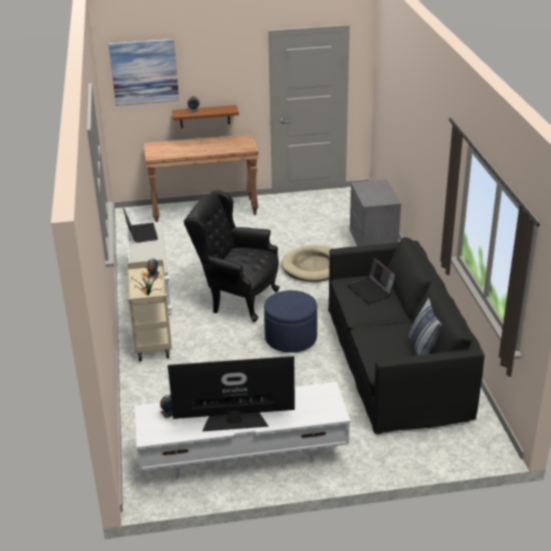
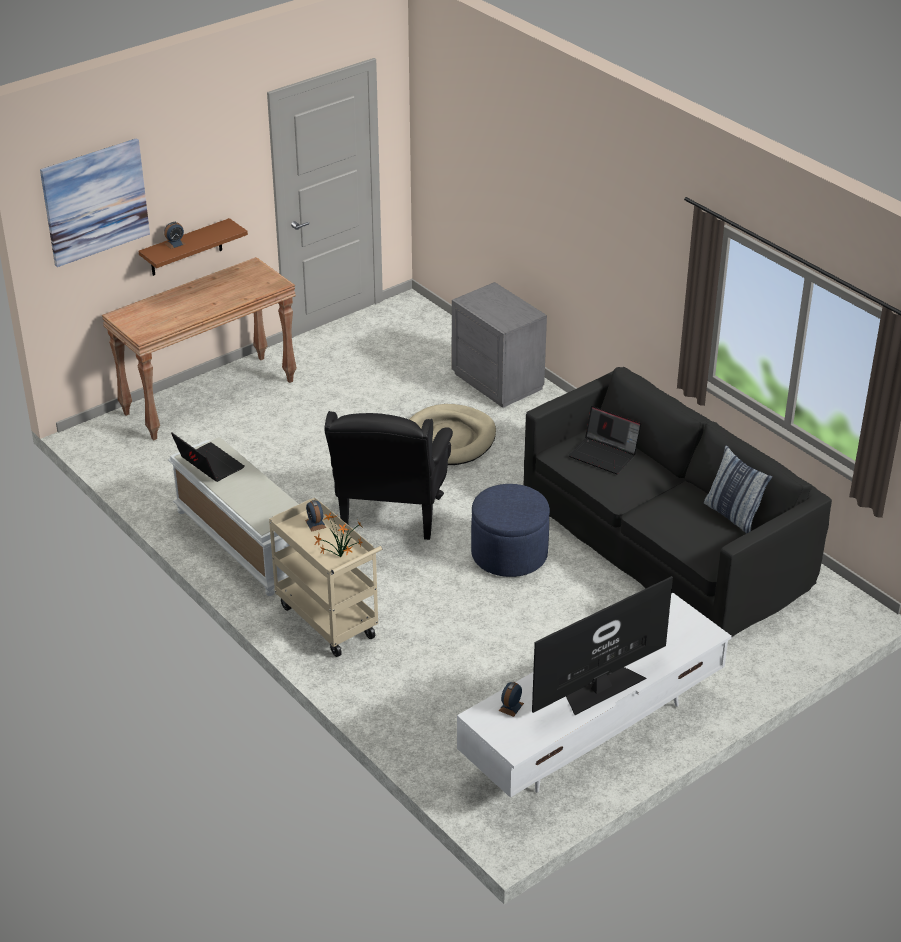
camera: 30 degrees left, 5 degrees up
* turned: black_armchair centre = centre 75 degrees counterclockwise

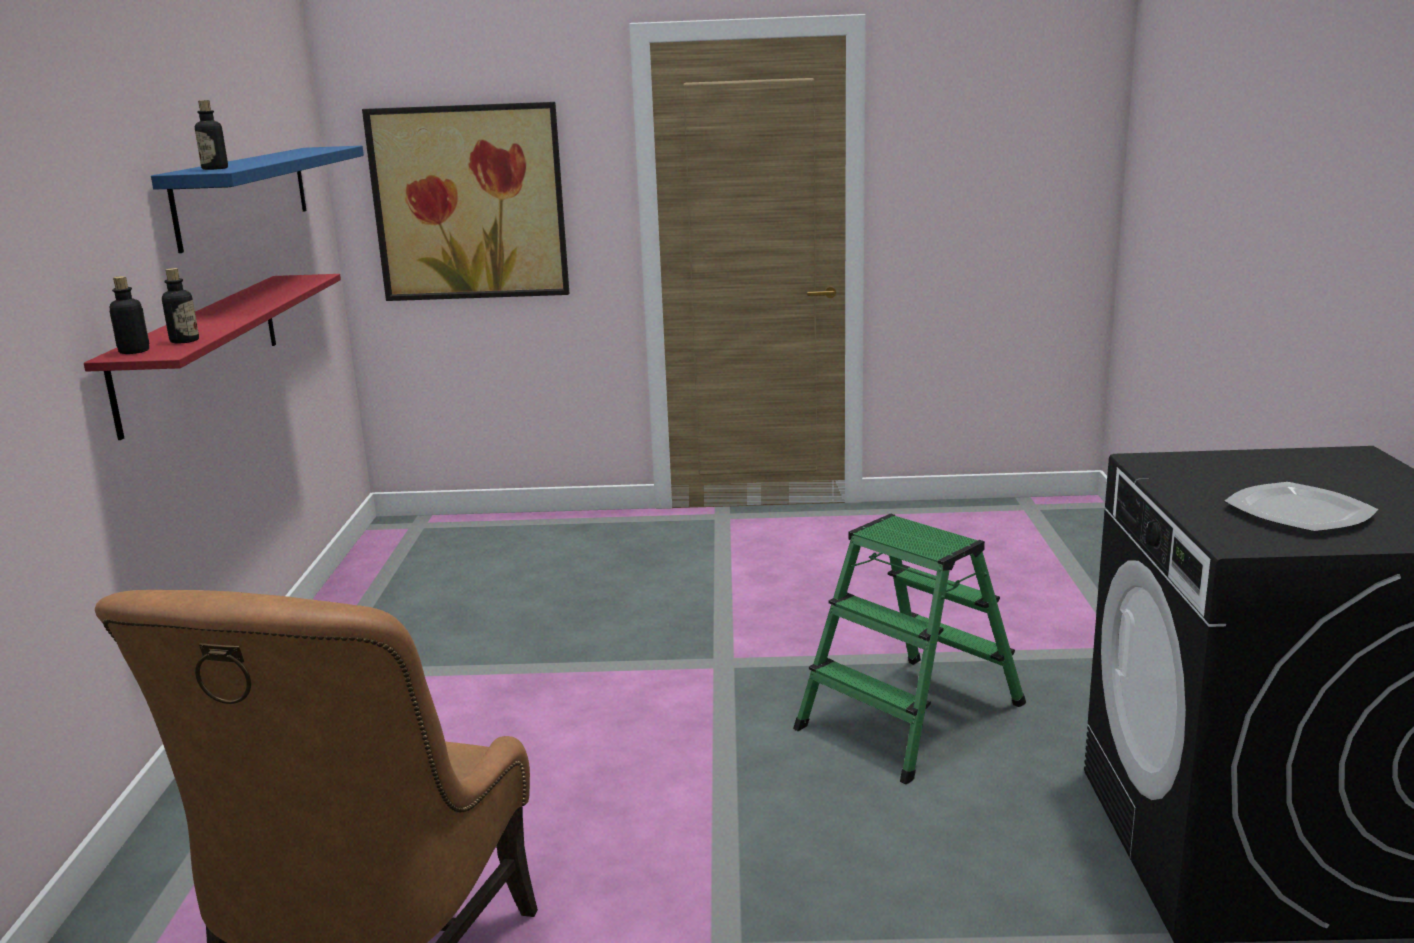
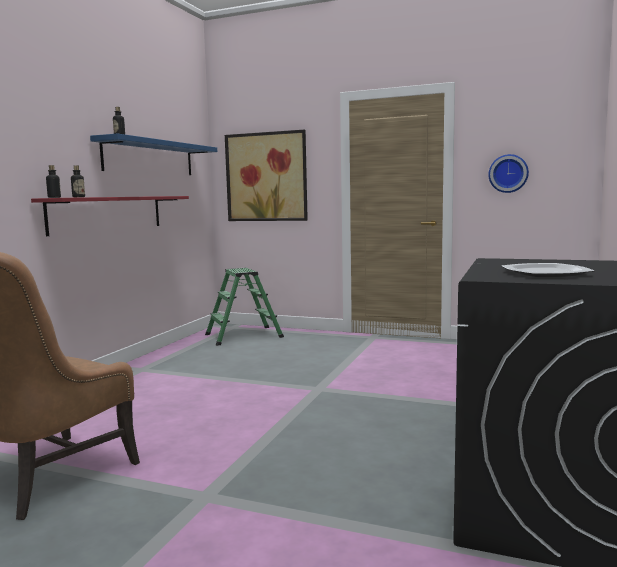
camera: 20 degrees right, 10 degrees down
* moved: green_step_ladder bottom centre to centre
* added: wall_clock top right

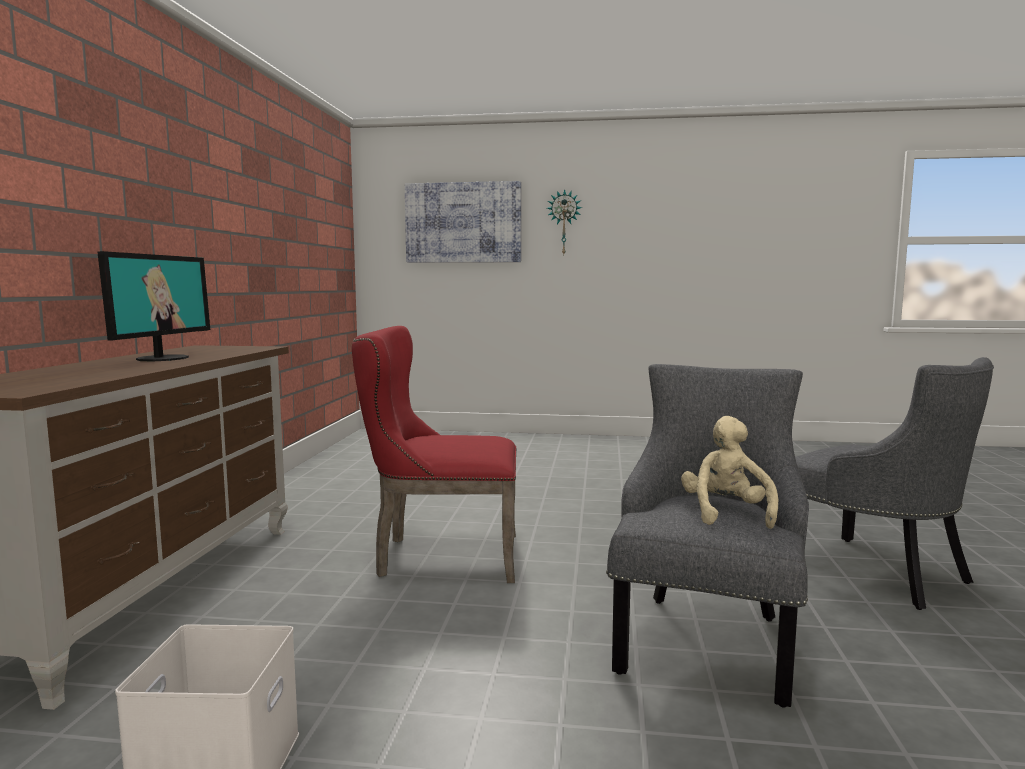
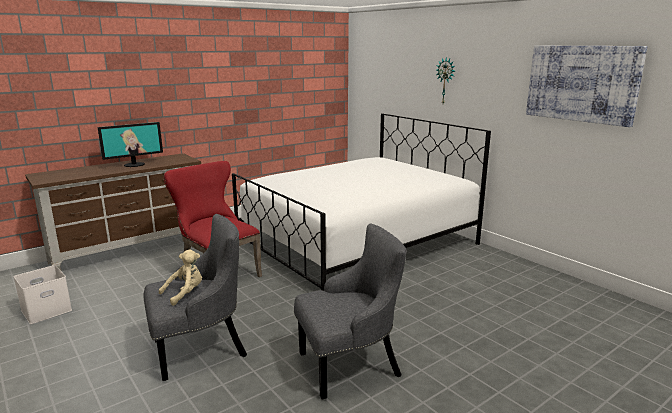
camera: 45 degrees right, 10 degrees up
* moved: picture top centre to top right
* turned: grey_armchair (2nd from left) middle right = bottom centre 120 degrees counterclockwise
* added: white_bed centre

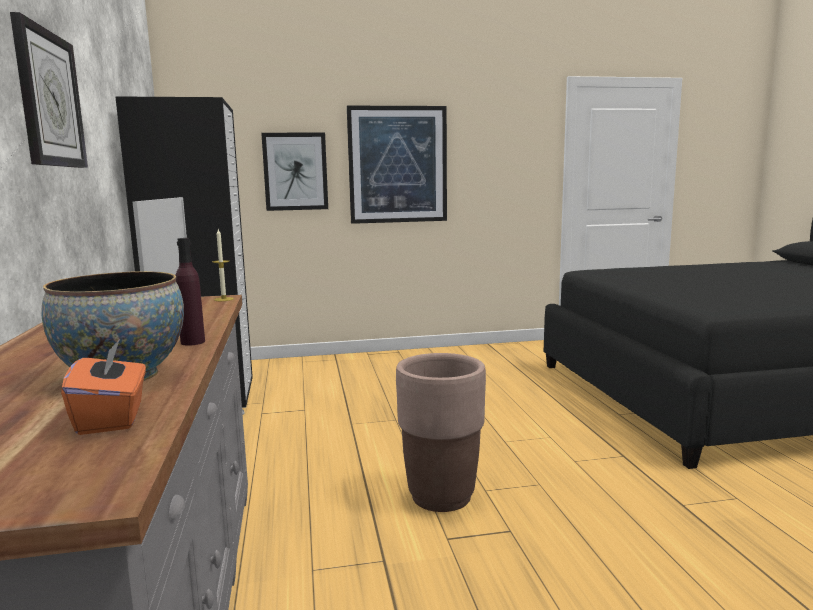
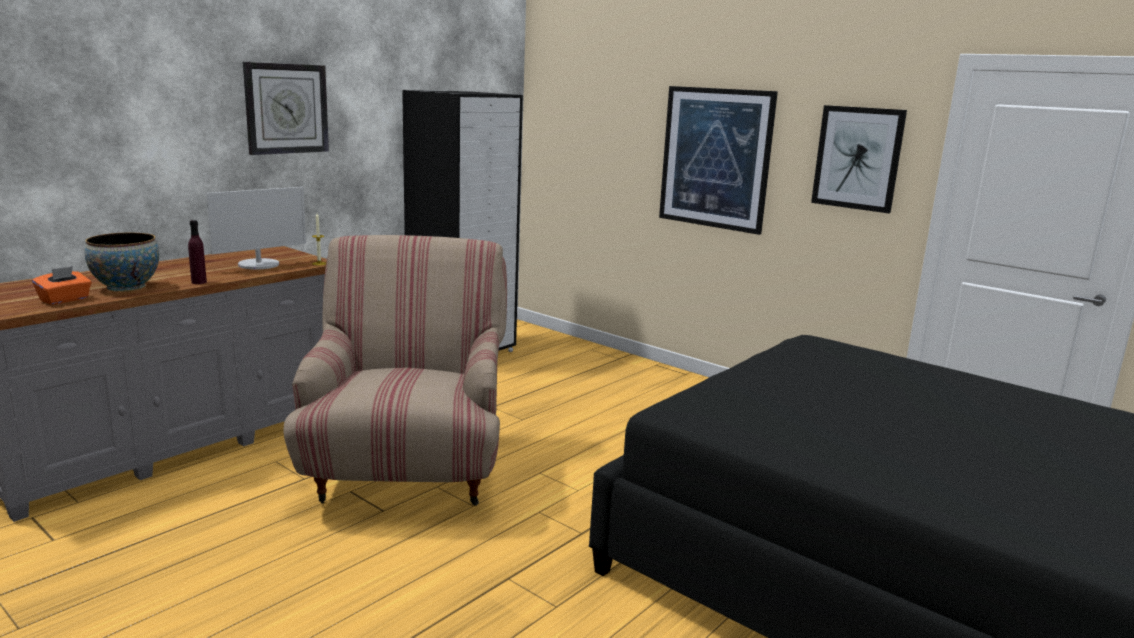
camera: 50 degrees right, 5 degrees up
* moved: picture (1st from left in the first image) top centre to picture (2nd from left) top right
* replaced: brown_planter bottom centre to beige_armchair centre

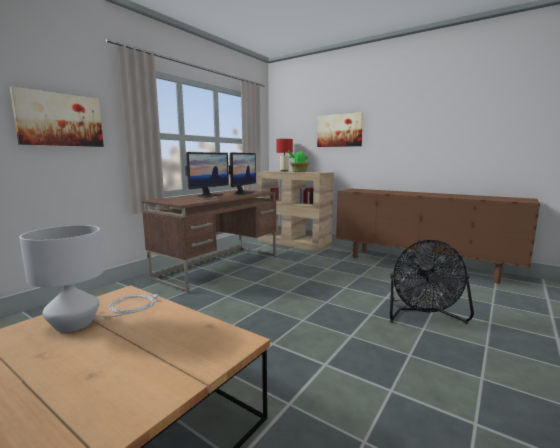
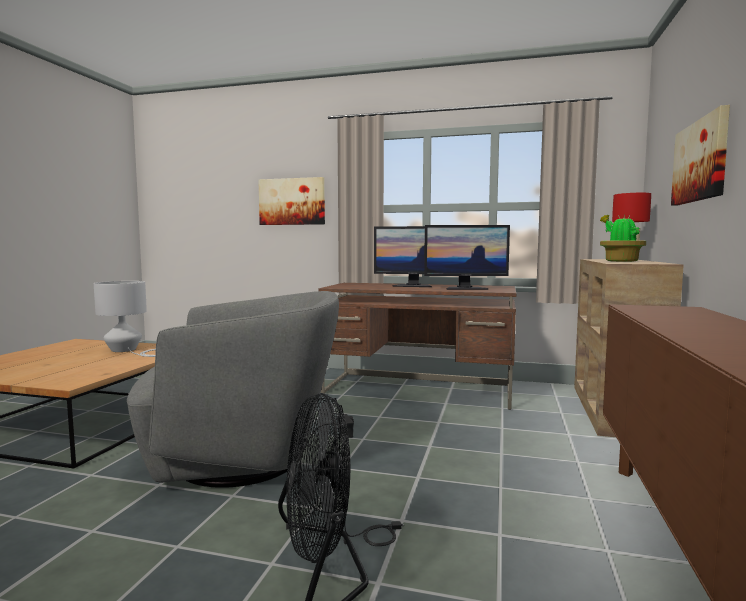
camera: 70 degrees right, 5 degrees down
* added: grey_armchair middle left

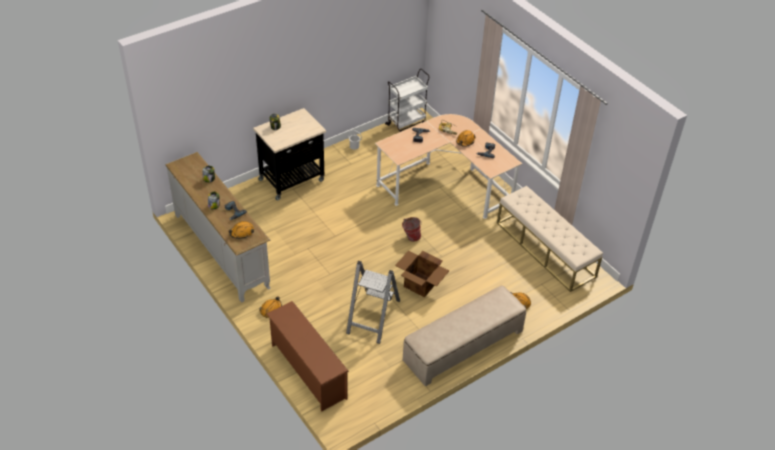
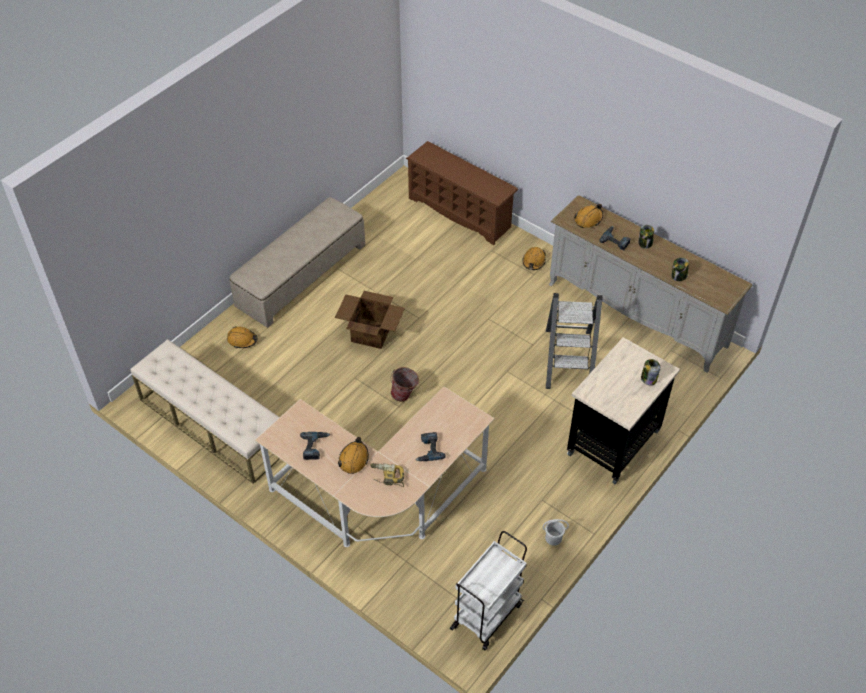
camera: 165 degrees right, 5 degrees up
* moved: grey_step_ladder bottom centre to centre

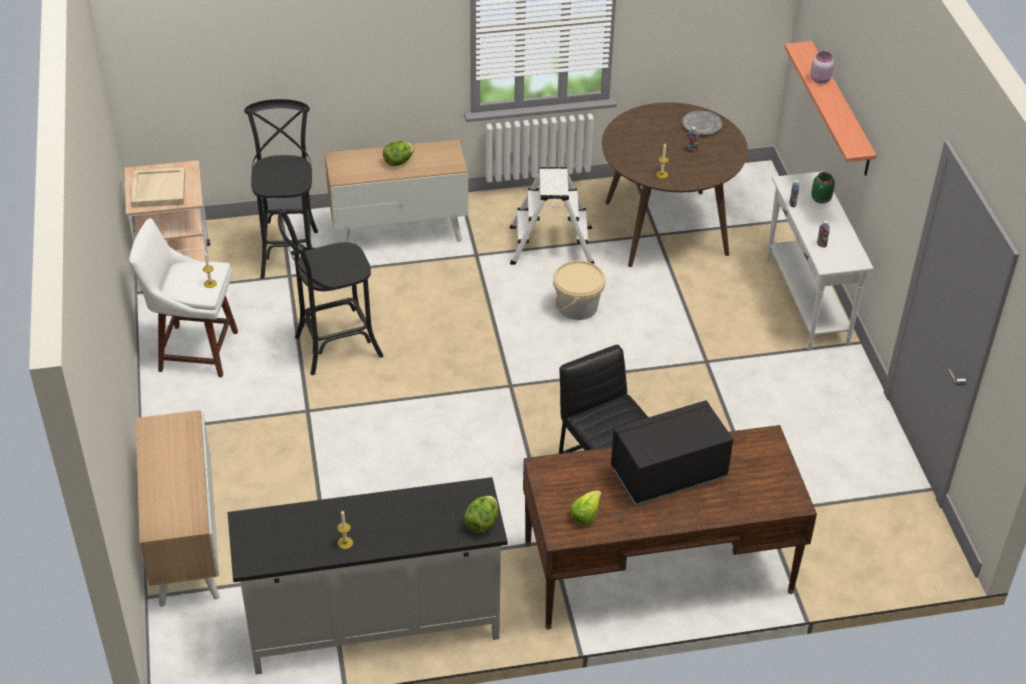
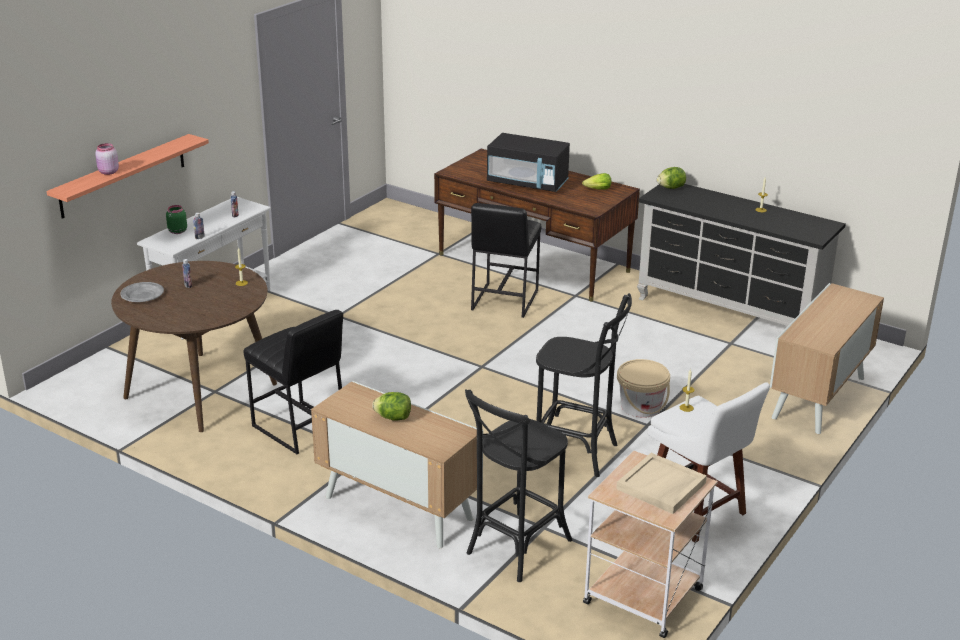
camera: 135 degrees left, 15 degrees down
* replaced: white_step_ladder top centre to black_chair (1st from left) middle left
* moved: beige_bucket centre to middle right

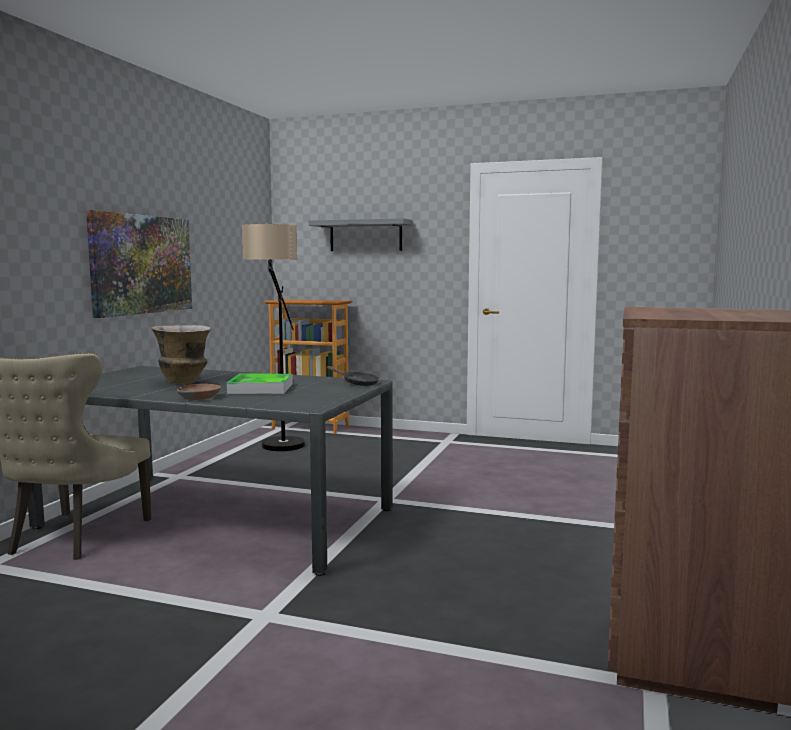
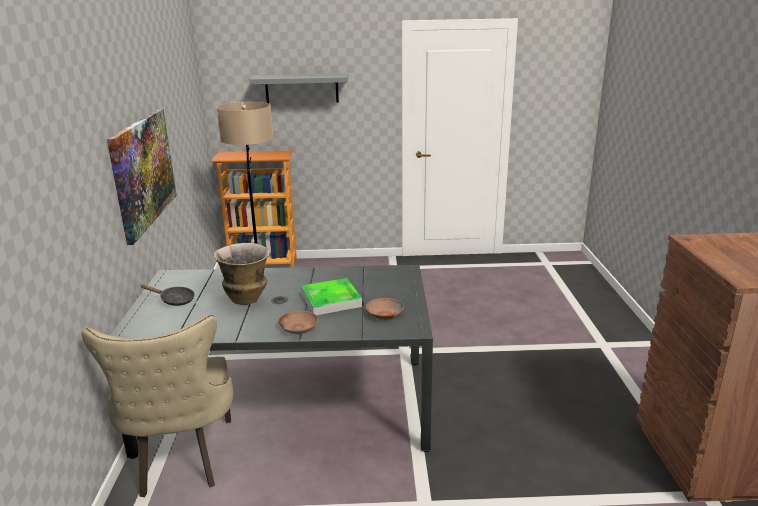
camera: 20 degrees left, 15 degrees up
* moved: black_frying_pan centre to middle left
* added: brown_bowl (2nd from left) centre

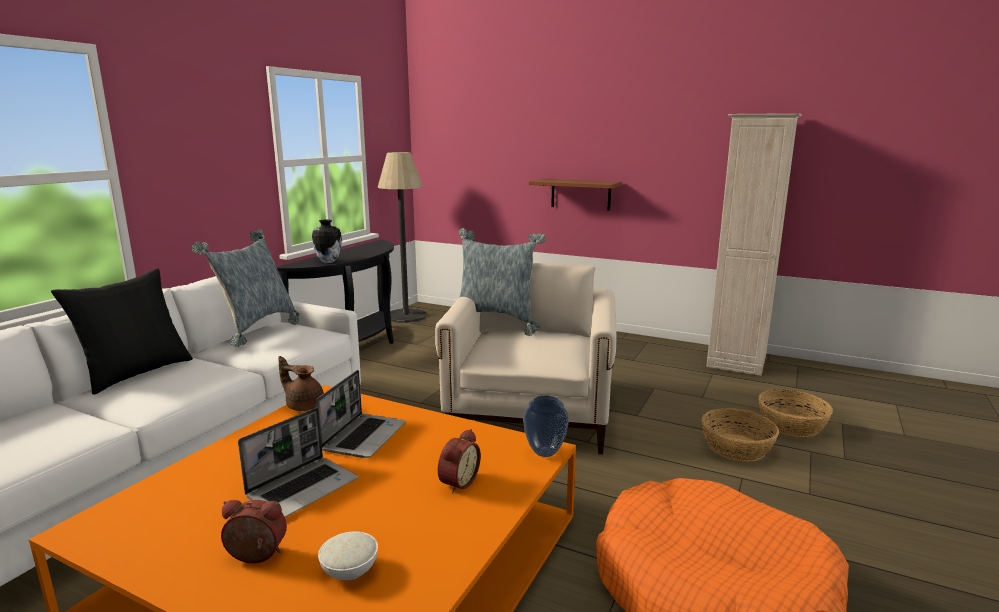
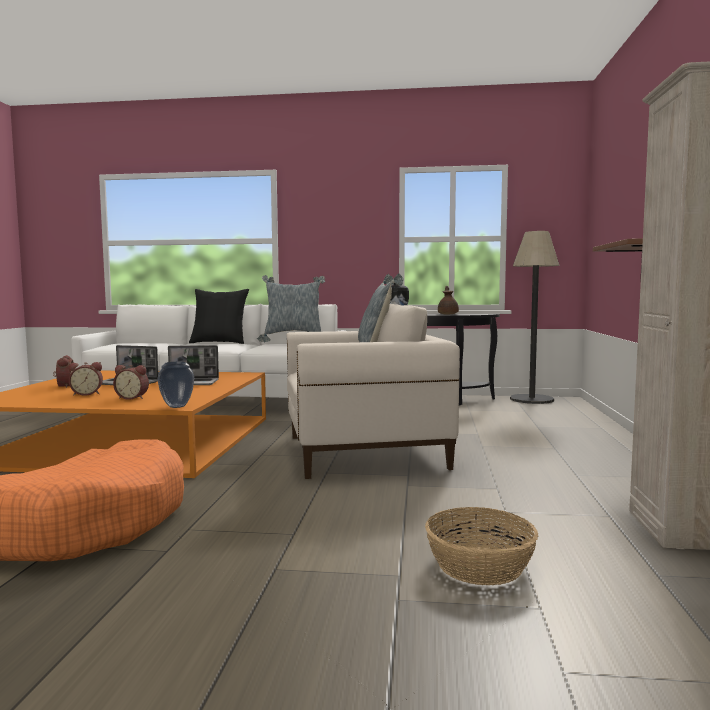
camera: 70 degrees right, 10 degrees down
* moved: brown_teapot middle left to centre
* removed: white_bowl bottom centre
* removed: basket (1st from left) bottom right
* added: alarm_clock (2nd from left) middle left

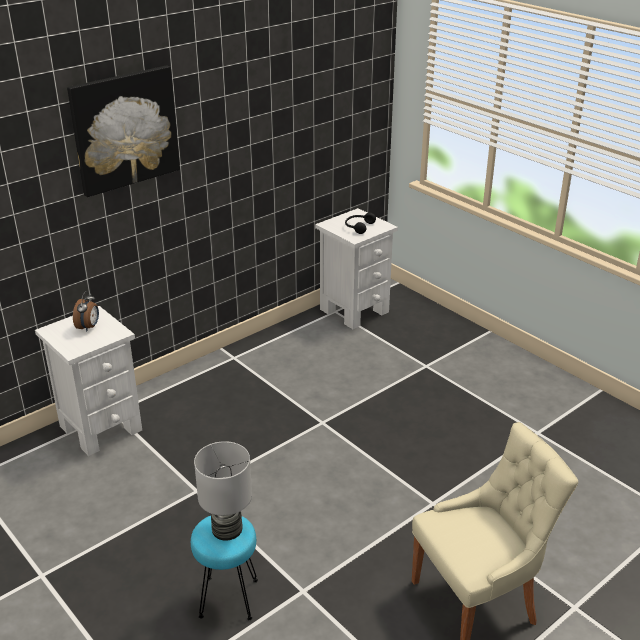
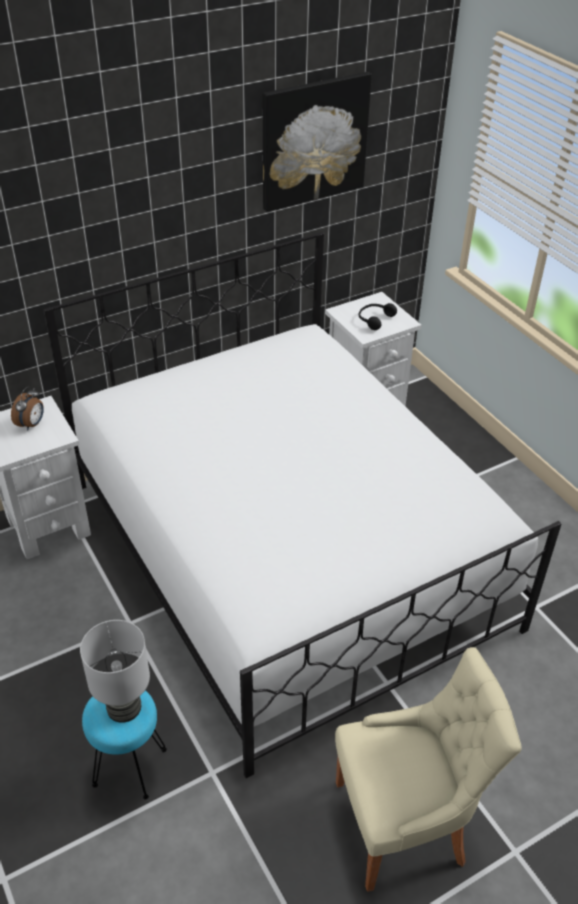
camera: 10 degrees right, 10 degrees up
* moved: picture top left to top centre
* added: white_bed centre

